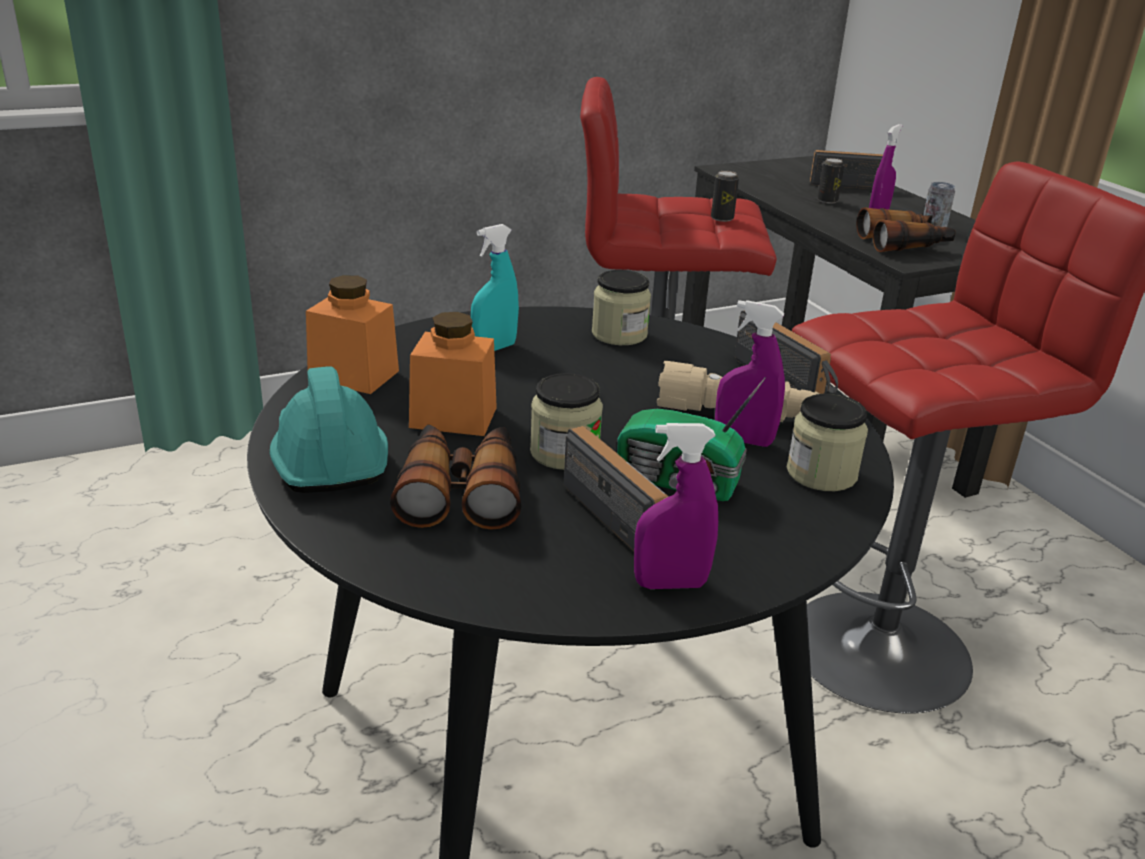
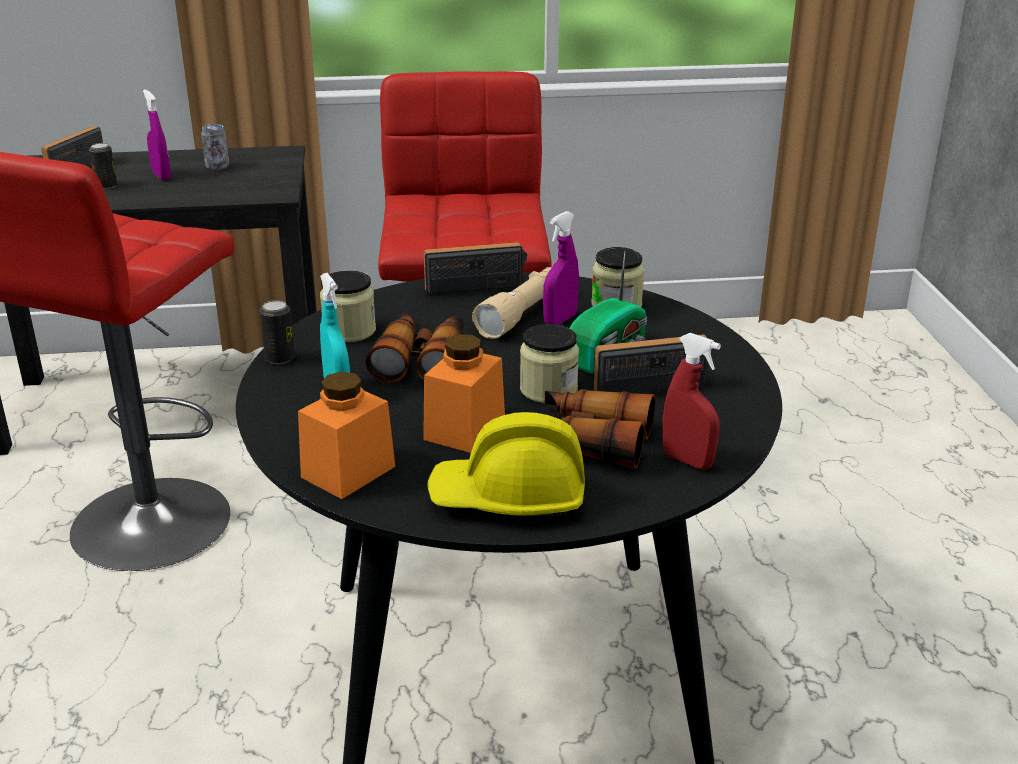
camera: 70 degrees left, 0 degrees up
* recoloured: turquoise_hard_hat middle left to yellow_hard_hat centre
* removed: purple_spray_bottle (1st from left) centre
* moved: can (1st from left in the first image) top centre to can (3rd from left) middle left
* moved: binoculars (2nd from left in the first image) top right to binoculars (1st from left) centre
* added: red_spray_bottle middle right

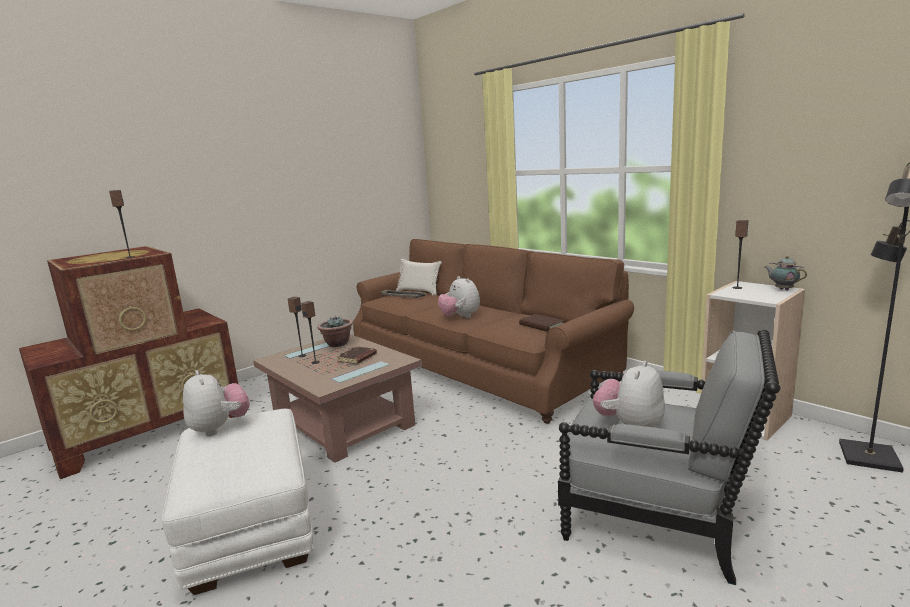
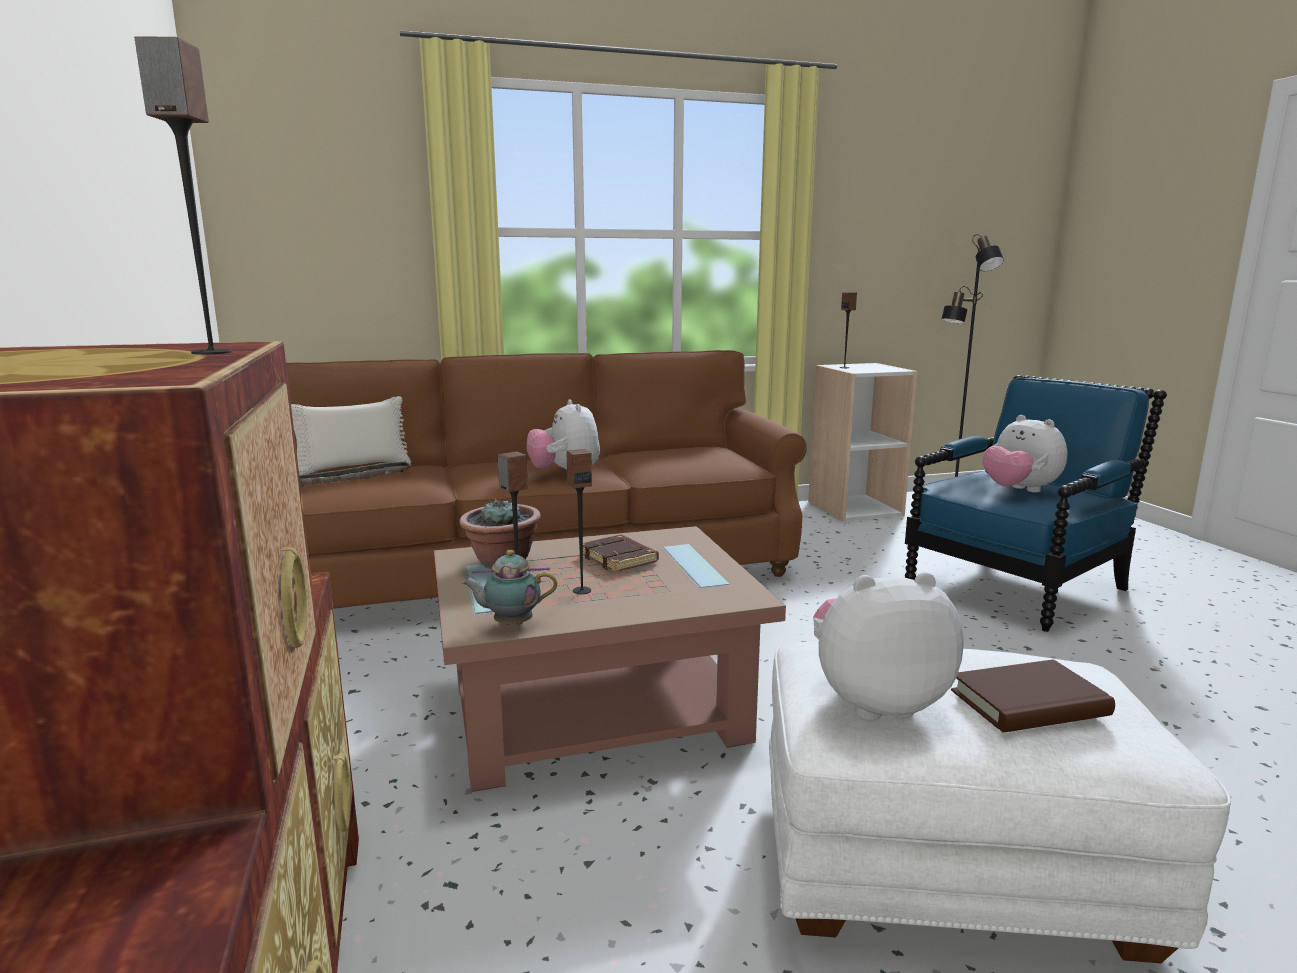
camera: 65 degrees left, 0 degrees up
* turned: plush_toy (2nd from left in the first image) centre = centre 75 degrees clockwise
* moved: brown_book (2nd from left) centre to bottom right
* recoloured: grey_armchair bottom right to blue_armchair middle right
* moved: teapot middle right to centre

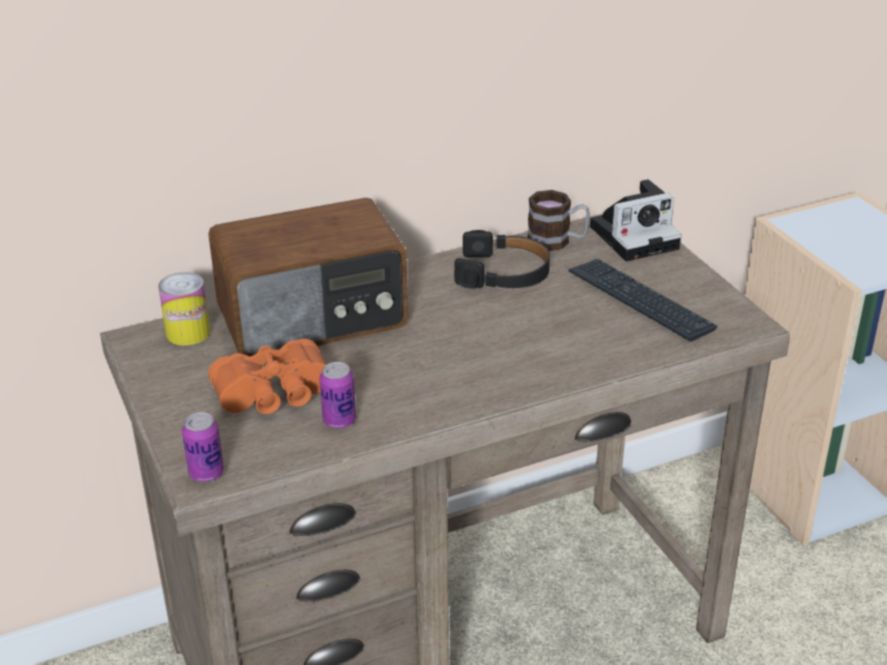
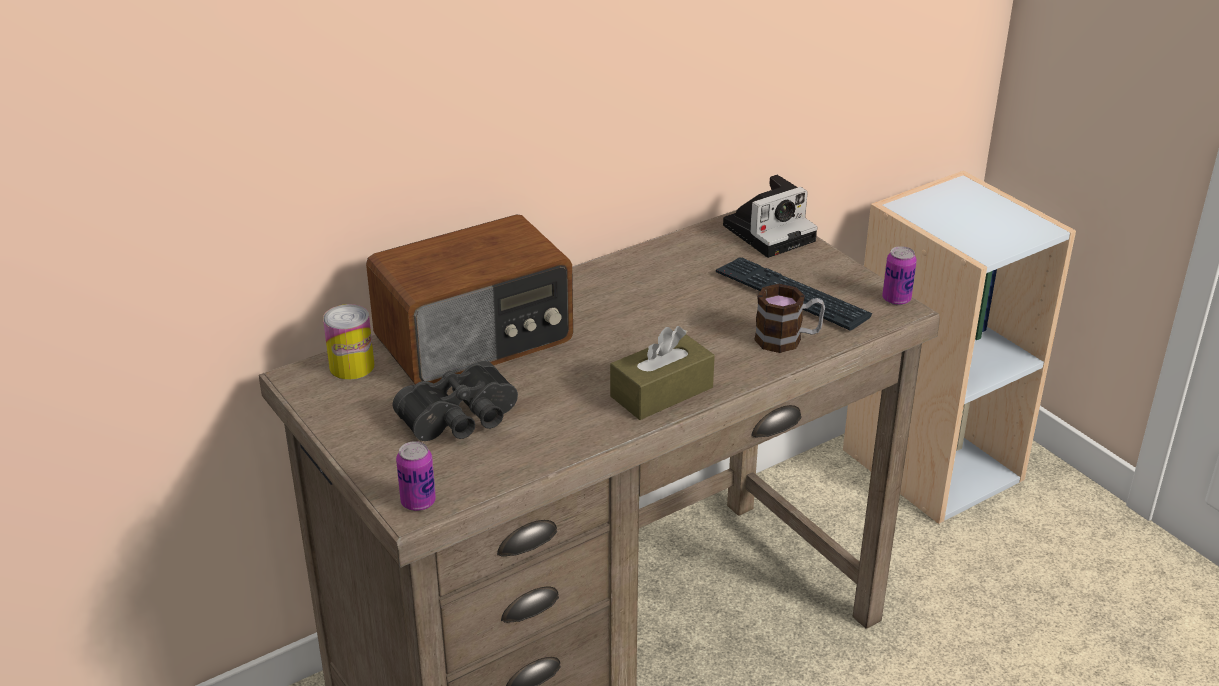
camera: 10 degrees left, 0 degrees up
* recoloured: orange_binoculars middle left to black_binoculars centre
* moved: can (3rd from left) centre to middle right
* removed: black_headphones centre
* moved: mug top centre to centre
* added: brown_tissue_box centre

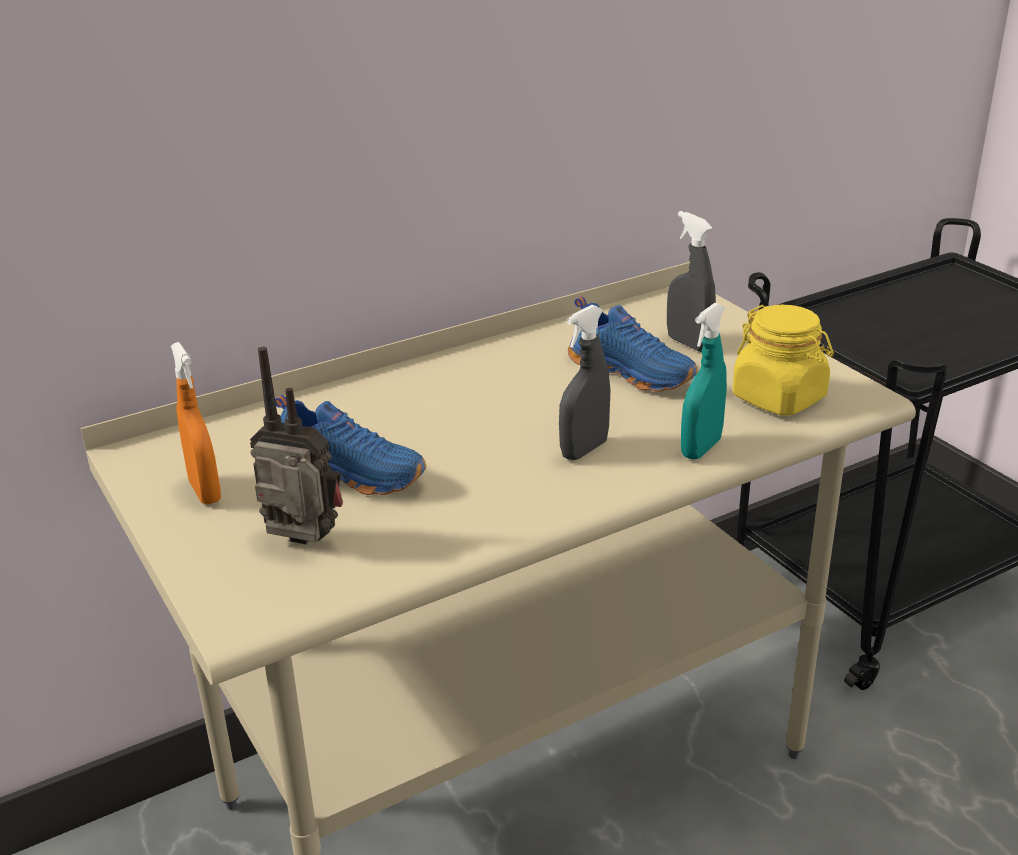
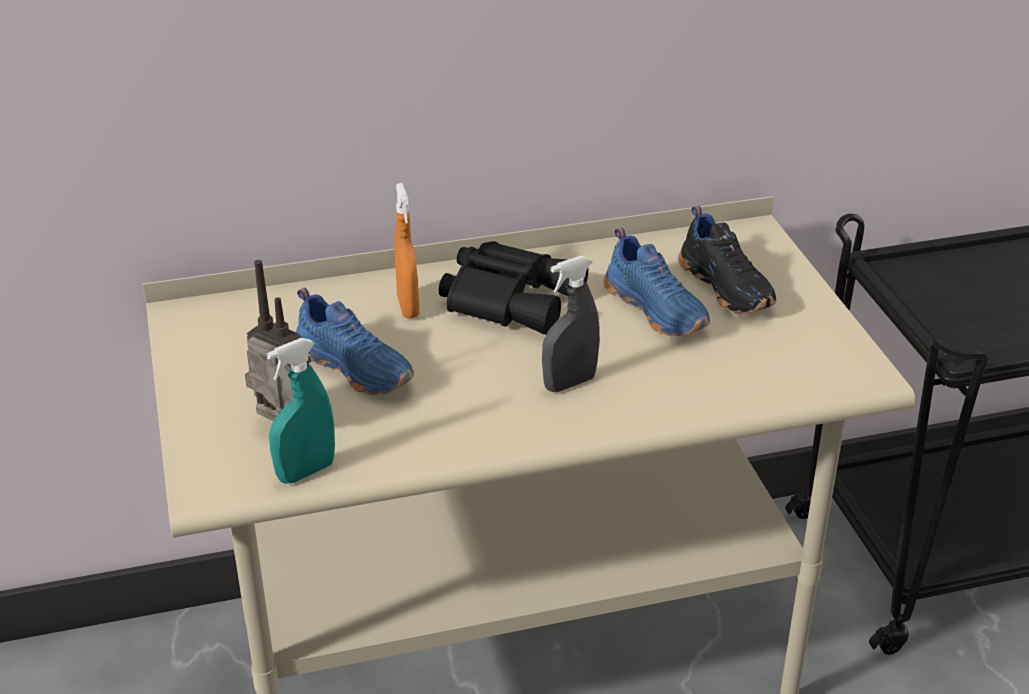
camera: 15 degrees right, 5 degrees up
* moved: orange_spray_bottle middle left to centre
* replaced: grey_spray_bottle (2nd from left) top right to black_shoe middle right
* moved: turquoise_spray_bottle middle right to middle left
* removed: yellow_jar middle right
* added: black_binoculars centre

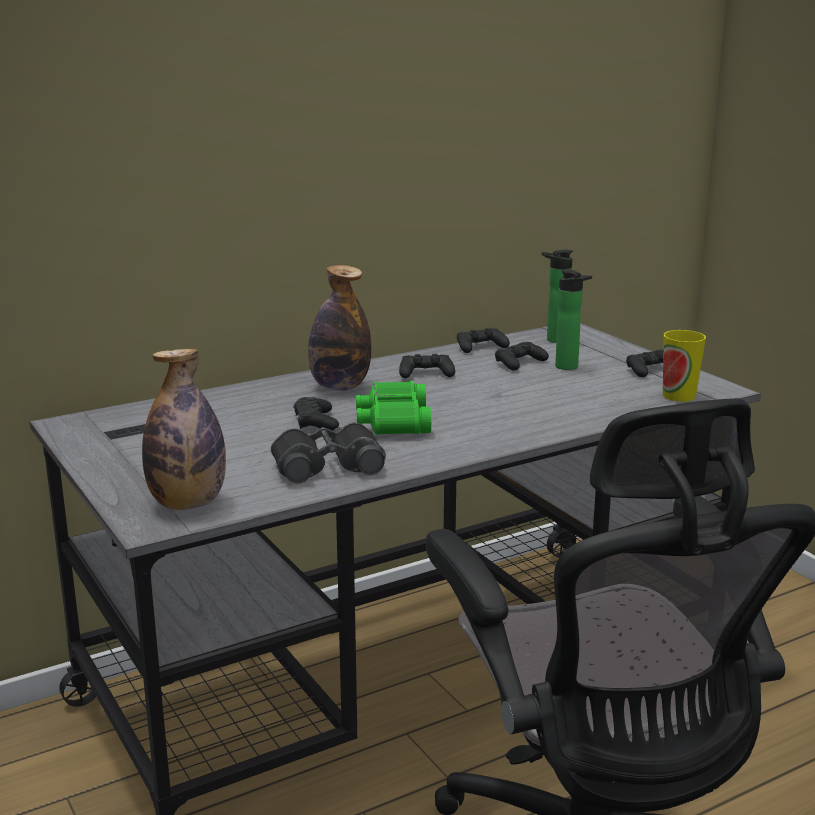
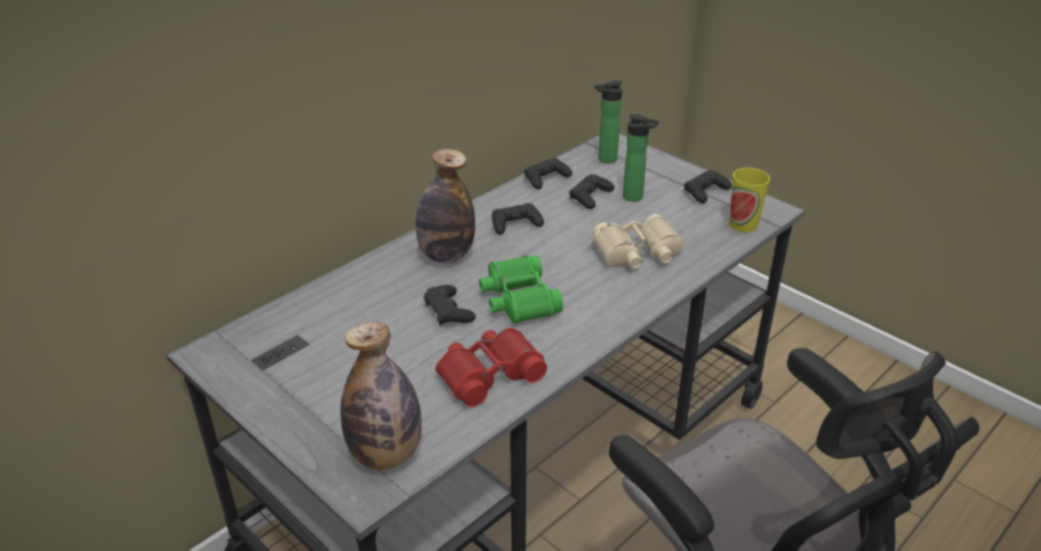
camera: 15 degrees left, 15 degrees up
* recoloured: black_binoculars centre to red_binoculars centre
* added: beige_binoculars centre

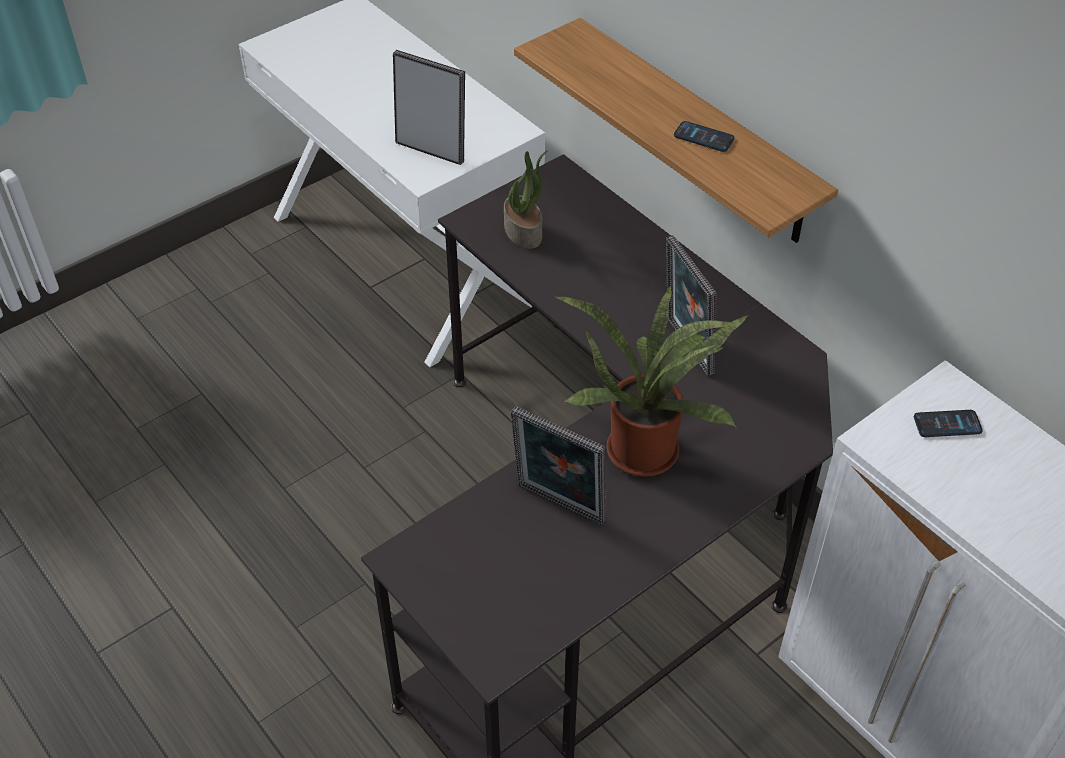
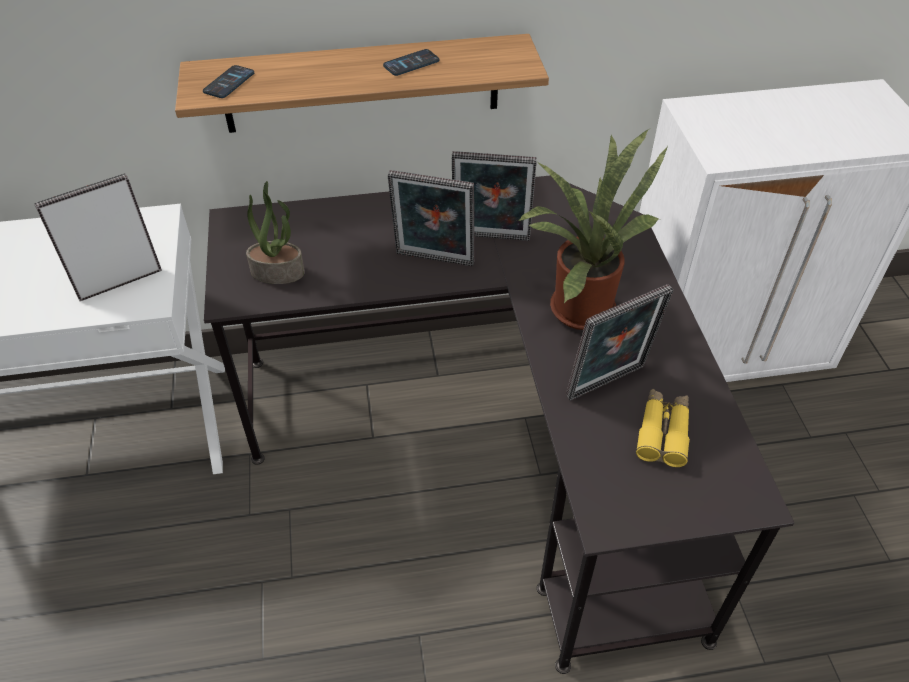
camera: 60 degrees left, 0 degrees up
* moved: phone (2nd from left in the first image) middle right to phone (1st from left) top left
* added: picture_frame (2nd from left) top centre
* added: yellow_binoculars middle right

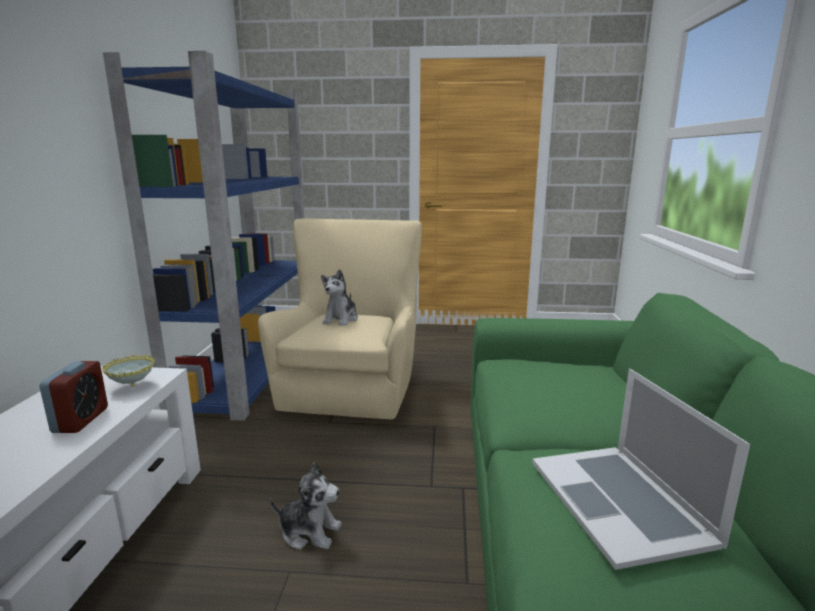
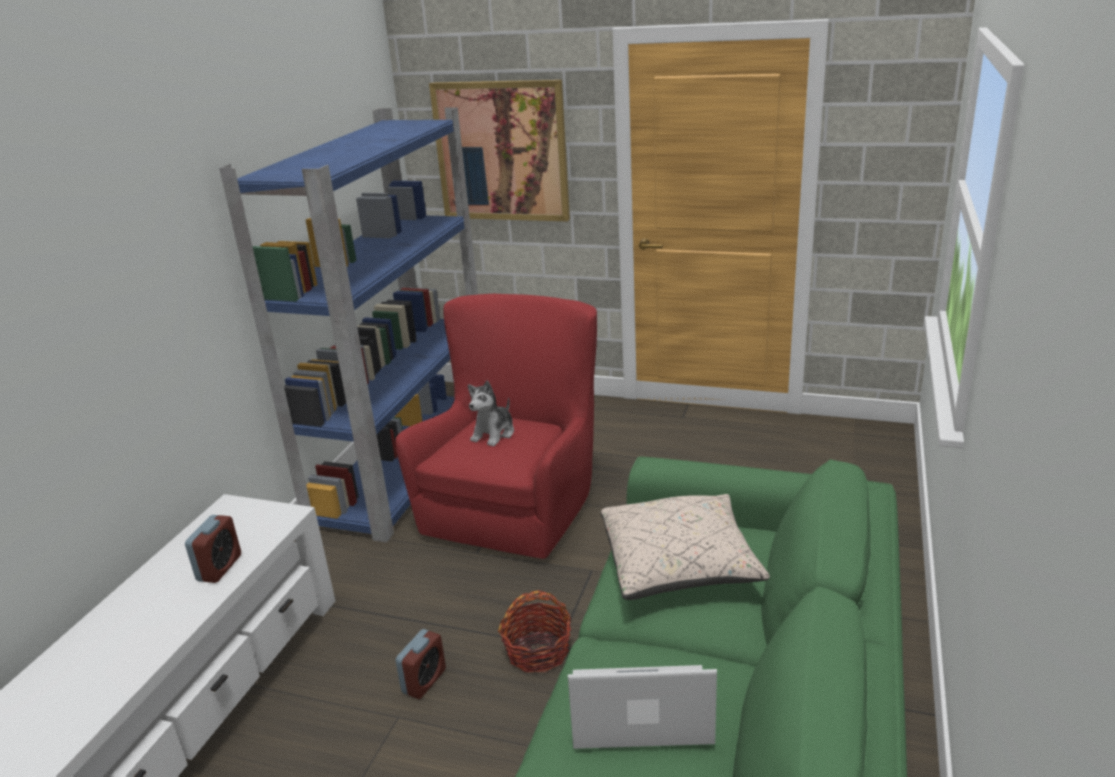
camera: 15 degrees right, 10 degrees up
* removed: bowl middle left
* recoloured: beige_armchair centre to red_armchair centre
* replaced: plush_toy (1st from left) bottom centre to alarm_clock (2nd from left) bottom centre
* turned: laptop bottom right = bottom centre 90 degrees clockwise
* added: picture top centre
* added: basket bottom centre
* added: beige_pillow bottom centre

